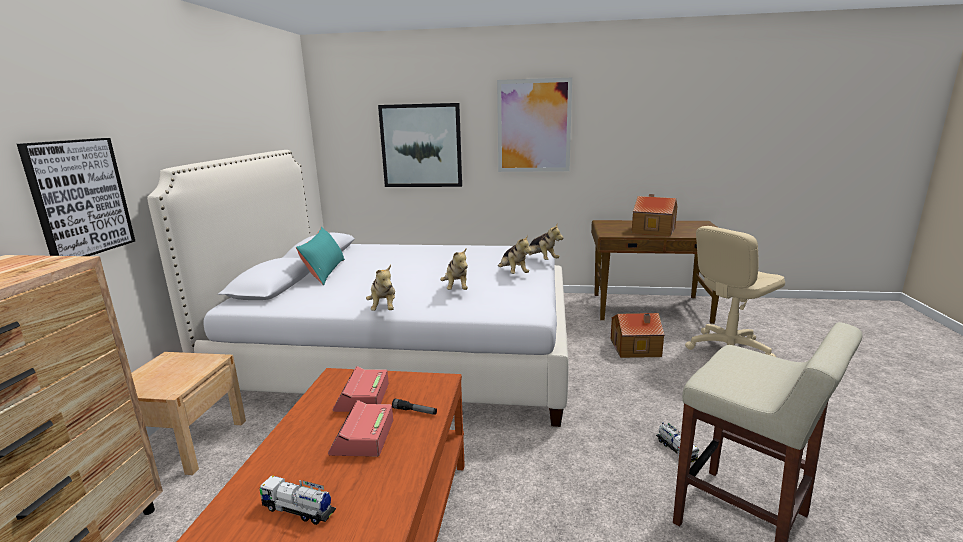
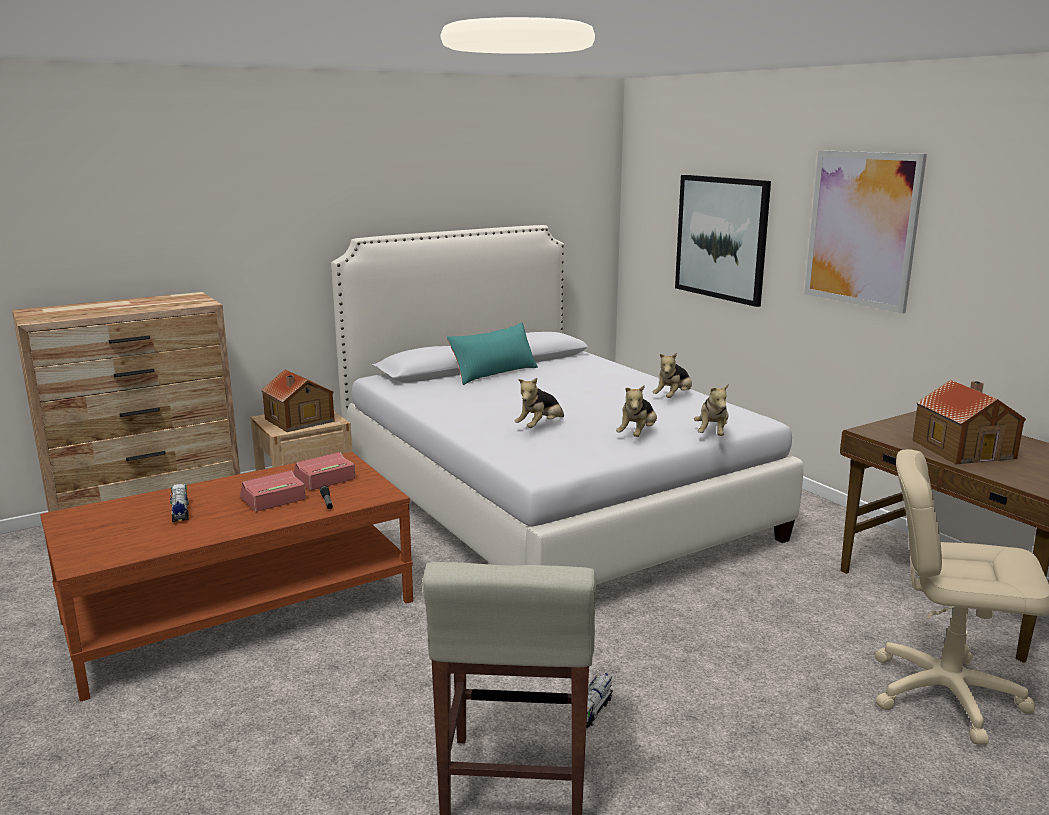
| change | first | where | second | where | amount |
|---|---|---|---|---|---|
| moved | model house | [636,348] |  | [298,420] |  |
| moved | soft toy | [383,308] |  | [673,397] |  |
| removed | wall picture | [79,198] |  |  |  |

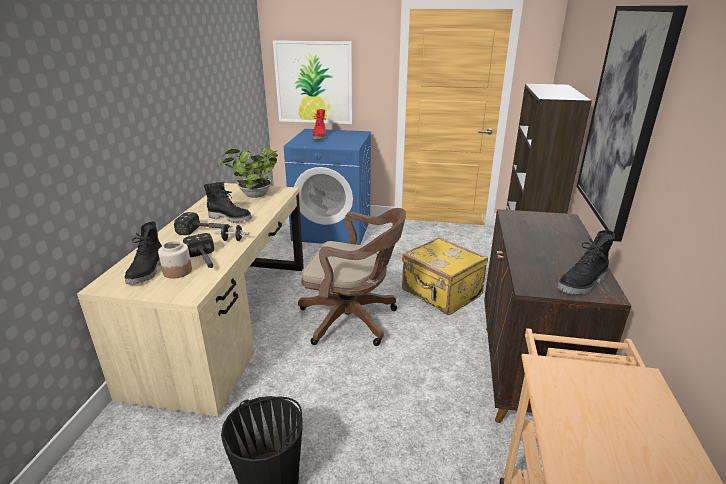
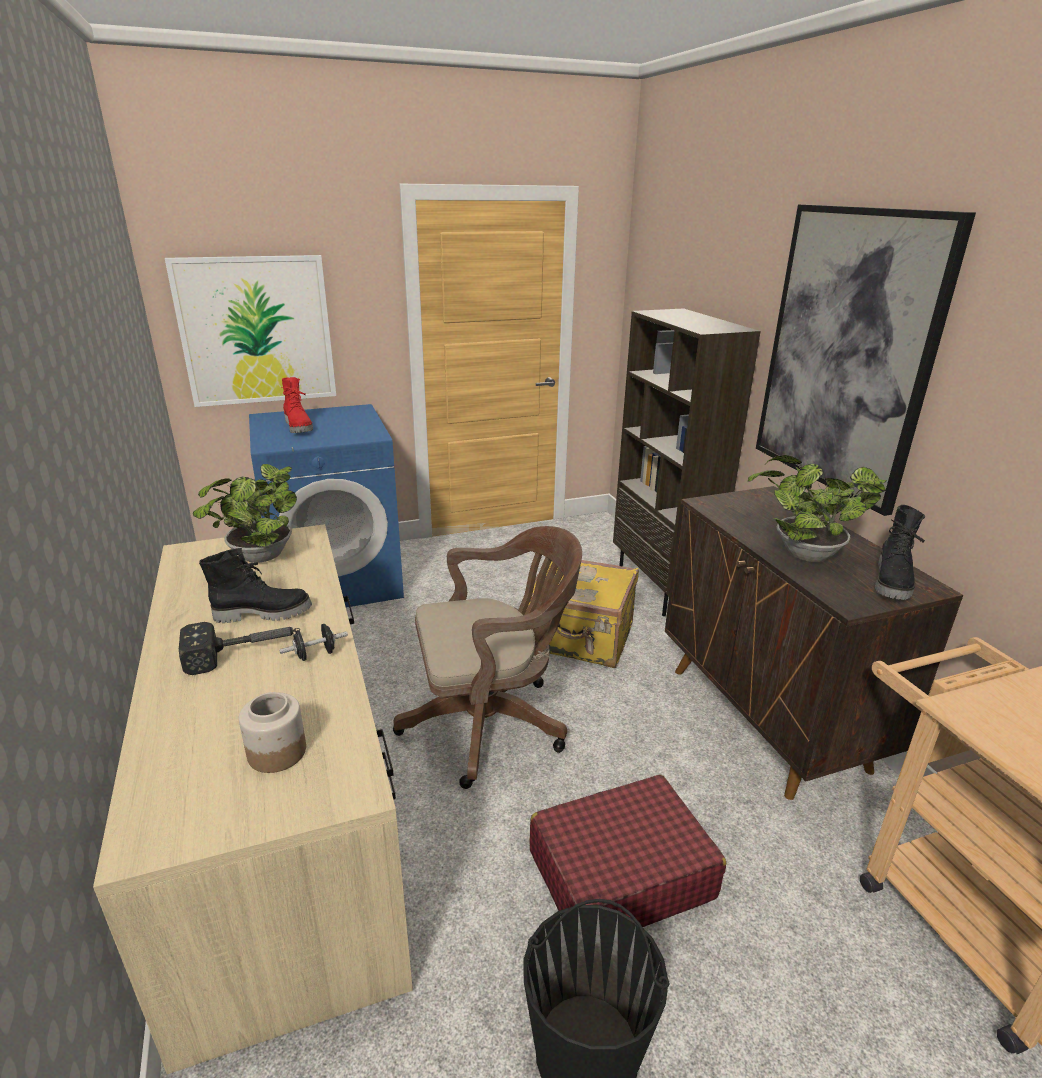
| change | first | where | second | where | amount |
|---|---|---|---|---|---|
| added |  |  | reddish suitcase | [619,874] |  |
| added |  |  | plant in a pot | [802,554] |  |
| removed | black-coloured tall boot | [148,272] |  |  |  |
| removed | hammer | [205,261] |  |  |  |

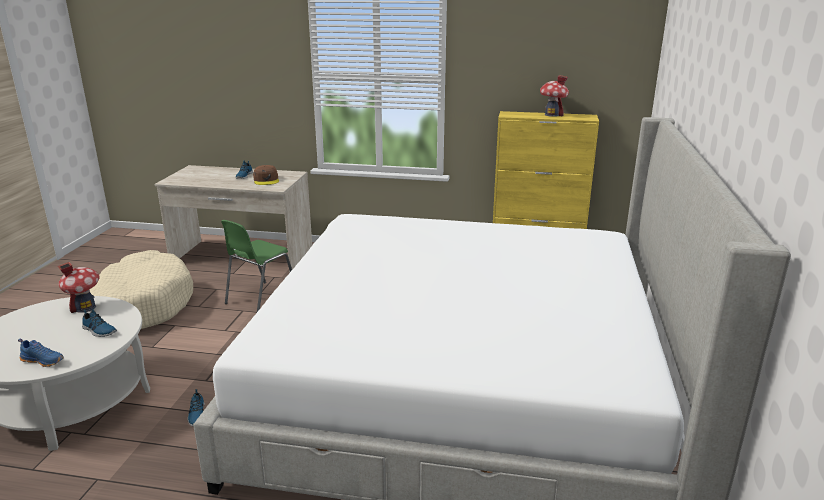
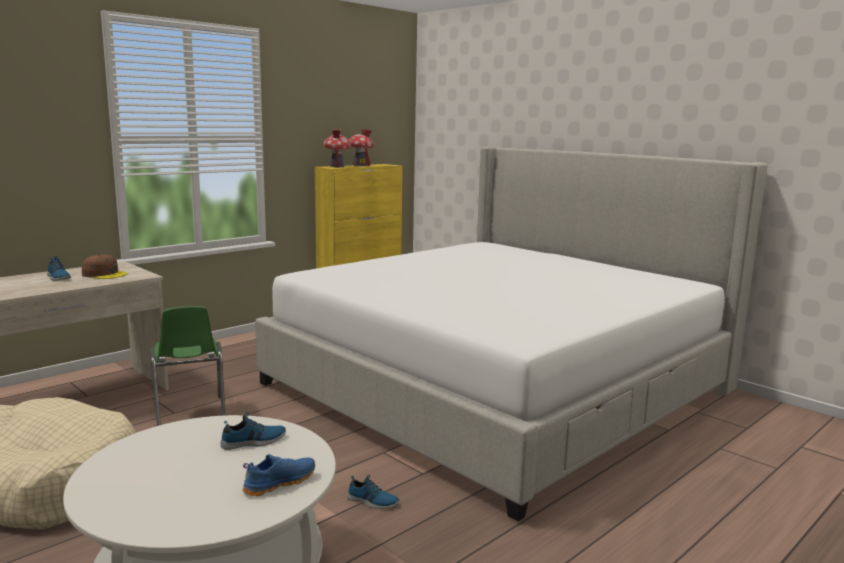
| change | first | where | second | where | amount |
|---|---|---|---|---|---|
| moved | model house | [85,307] |  | [337,166] |  |

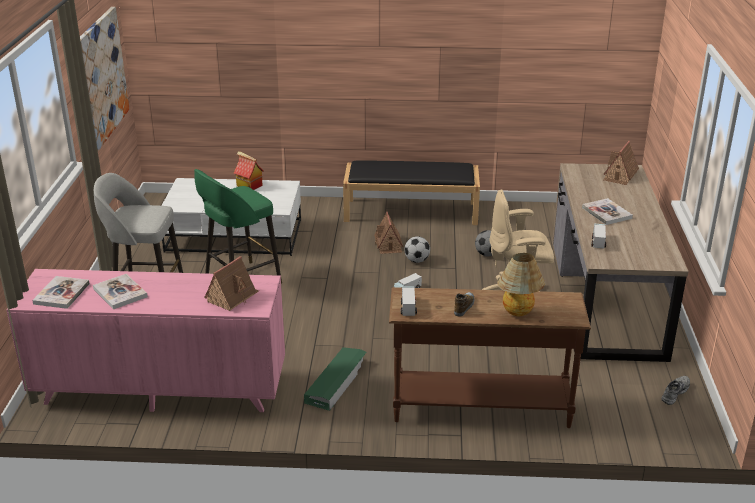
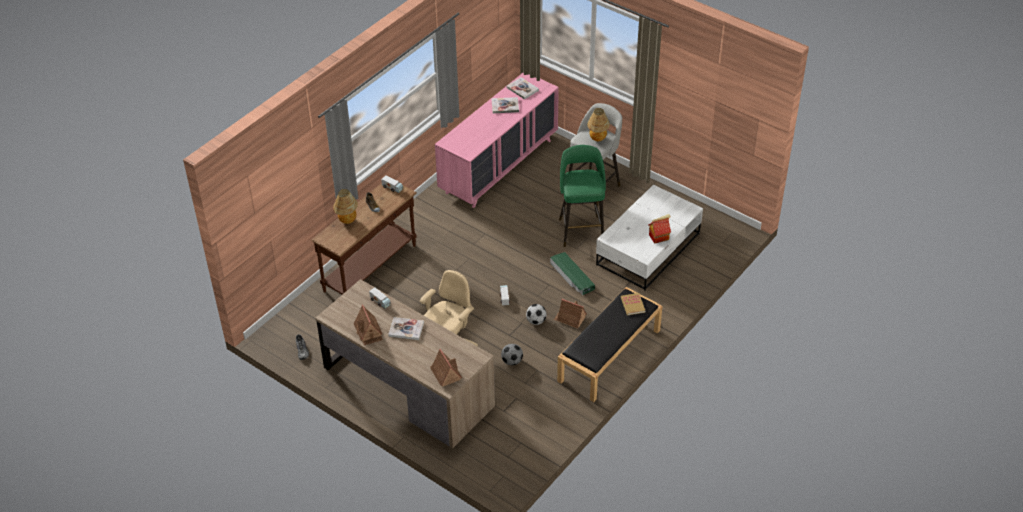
| change | first | where | second | where | amount |
|---|---|---|---|---|---|
| moved | model house | [232,297] |  | [368,332] |  |
| moved | green storage container | [336,382] |  | [572,276] |  |
| added |  |  | lamp for a table | [597,139] |  |
| added |  |  | book | [632,305] |  |
| removed | wall picture | [102,77] |  |  |  |

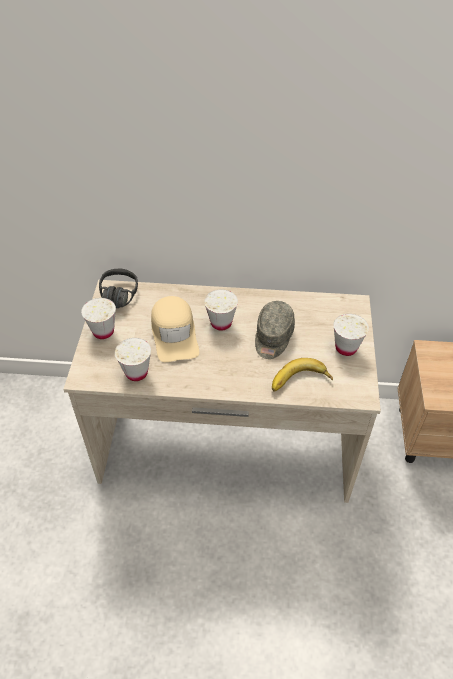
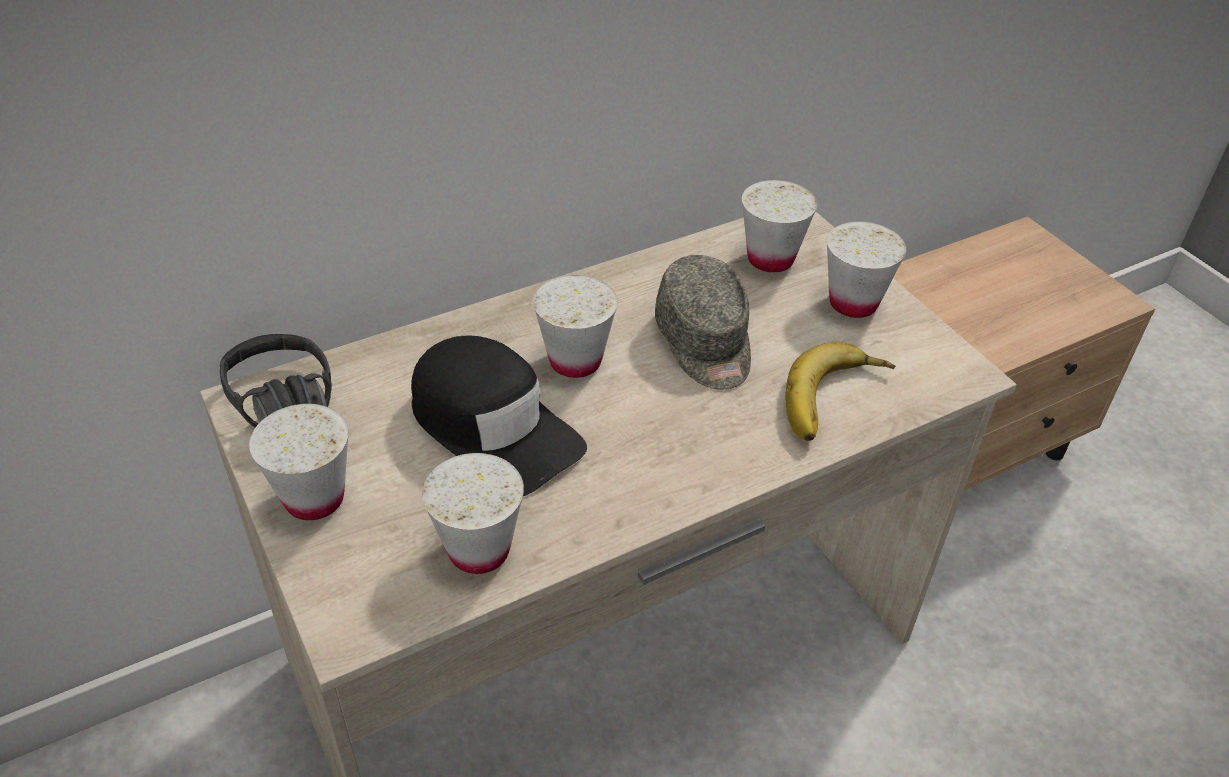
| change | first | where | second | where | amount |
|---|---|---|---|---|---|
| recoloured | beige baseball cap | [174,334] | black-coloured baseball cap | [493,427] |  |
| added |  |  | whitish small cup | [770,259] |  |

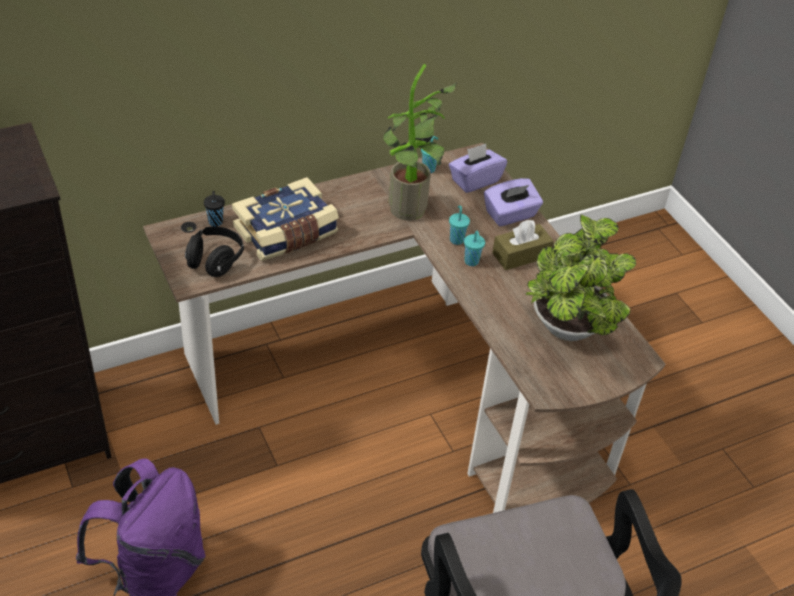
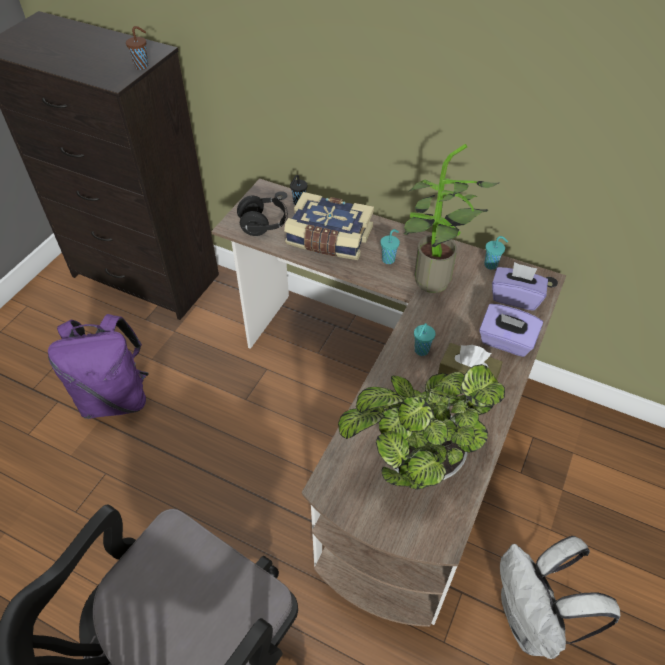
| change | first | where | second | where | amount |
|---|---|---|---|---|---|
| added |  |  | brown small cup | [142,66] |  |
| moved | turquoise small cup | [456,239] |  | [389,259] |  |
| added |  |  | whitish knapsack | [532,622] |  |

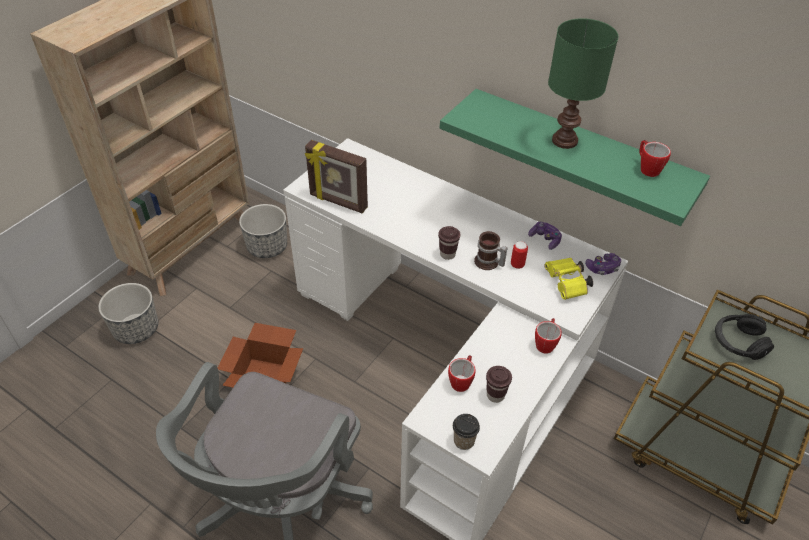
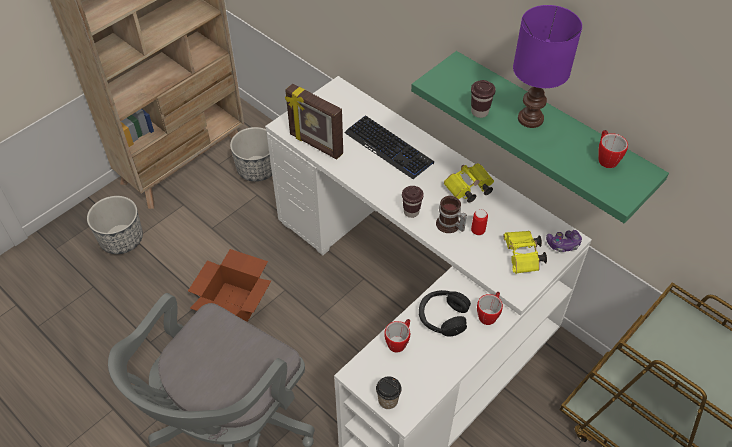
| change | first | where | second | where | amount |
|---|---|---|---|---|---|
| added |  |  | PC keyboard | [389,148] |  |
| moved | black-coloured headset | [738,342] |  | [442,317] |  |
| added |  |  | yellow-coloured pair of binoculars | [468,189] |  |
| moved | brown small cup | [495,395] |  | [479,112] |  |
| recoloured | green lamp for a table | [565,141] | purplish lamp for a table | [531,119] |  |
| removed | joypad | [545,239] |  |  |  |

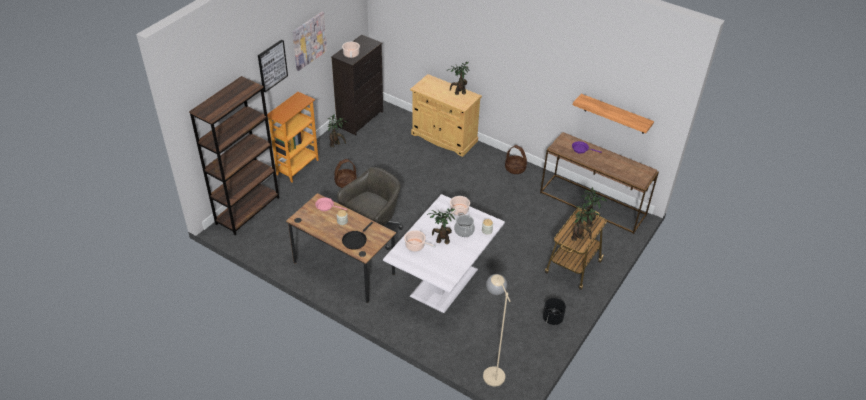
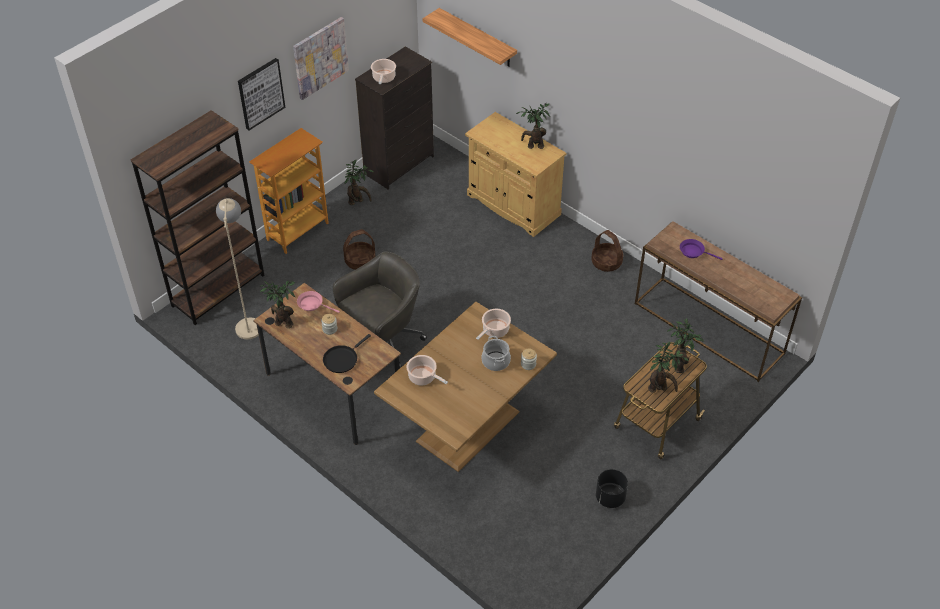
| change | first | where | second | where | amount |
|---|---|---|---|---|---|
| moved | beige standing lamp | [491,370] |  | [248,322] |  |
| moved | plant in a pot | [441,240] |  | [282,322] |  |
| recoloured | whitish kitchen table | [443,282] | brown kitchen table | [466,426] |  |
| moved | bracket shelf | [615,114] |  | [477,38] |  |

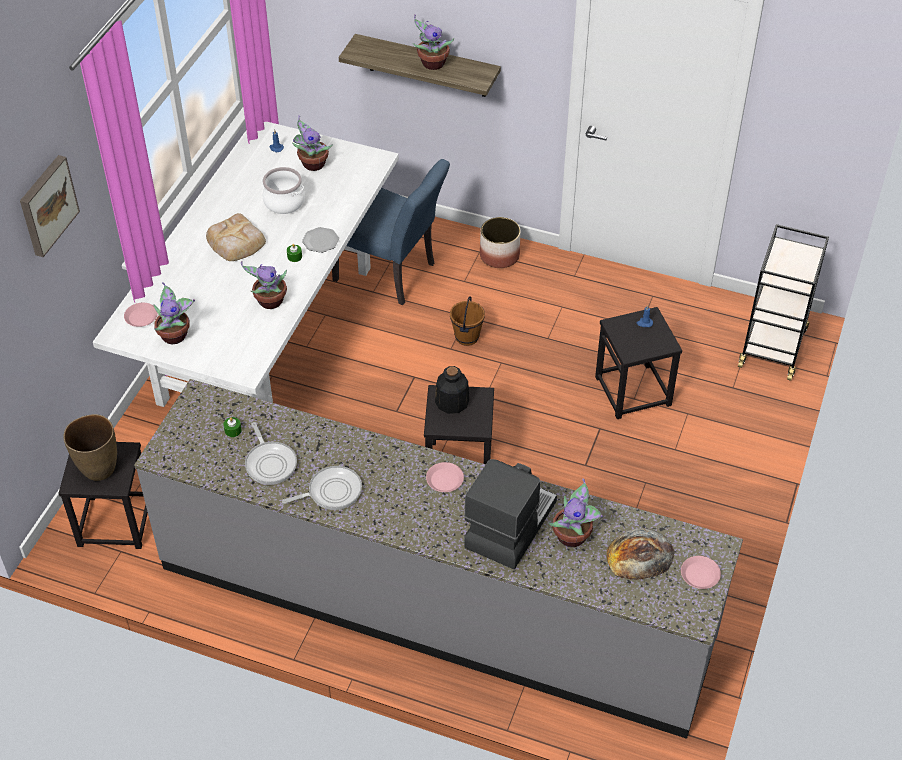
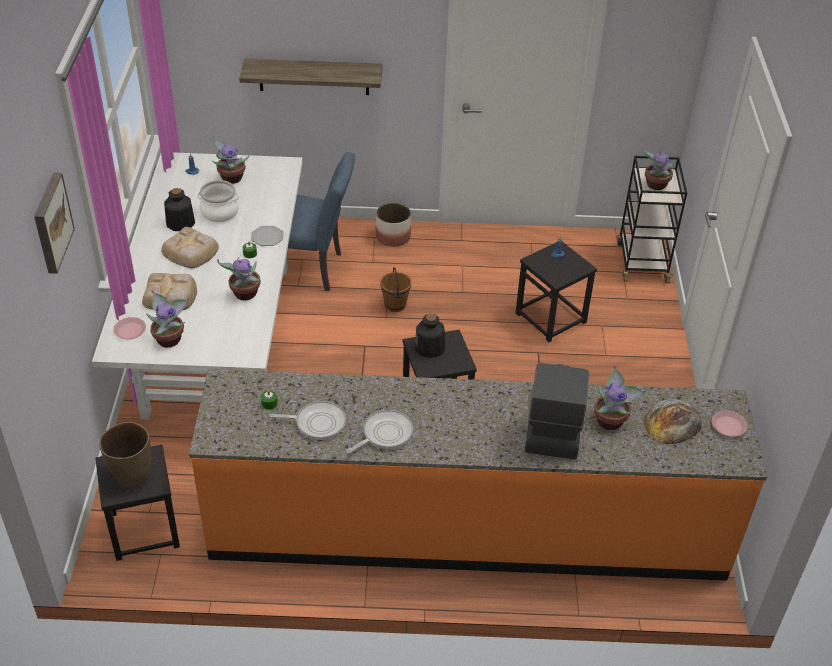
| change | first | where | second | where | amount |
|---|---|---|---|---|---|
| added |  |  | bread | [171,296] |  |
| added |  |  | bottle | [180,223] |  |
| recoloured | greyish kitchen base unit | [433,605] | orange-coloured kitchen base unit | [467,527] |  |
| turned | frying pan | [270,463] |  | [317,423] | 45 degrees counterclockwise |
| moved | plant in a pot | [431,64] |  | [655,185] |  |
| removed | pinkish dinner plate | [444,480] |  |  |  |

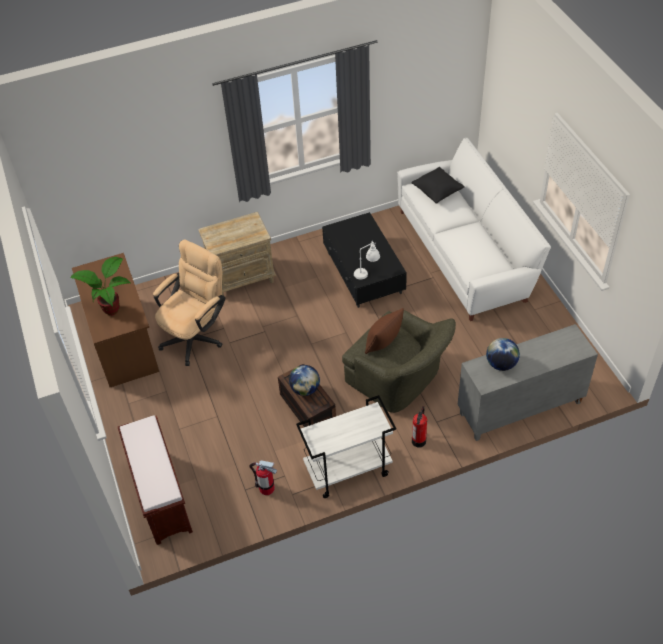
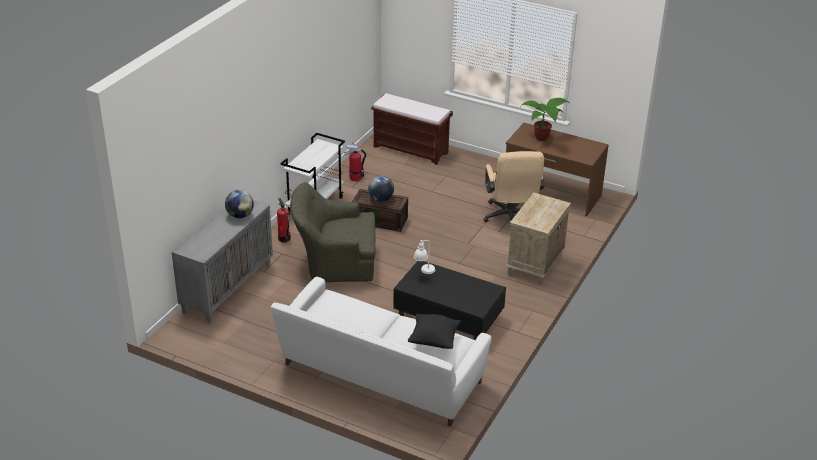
| change | first | where | second | where | amount |
|---|---|---|---|---|---|
| removed | brown cushion | [383,343] |  |  |  |

